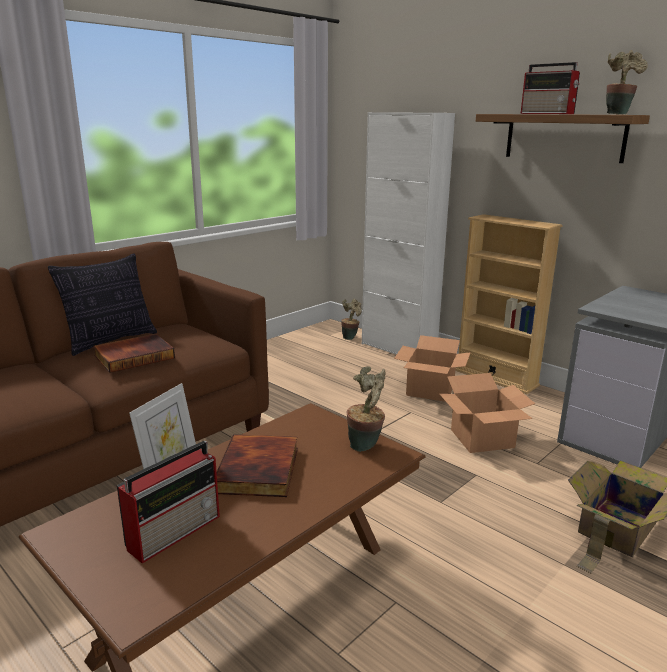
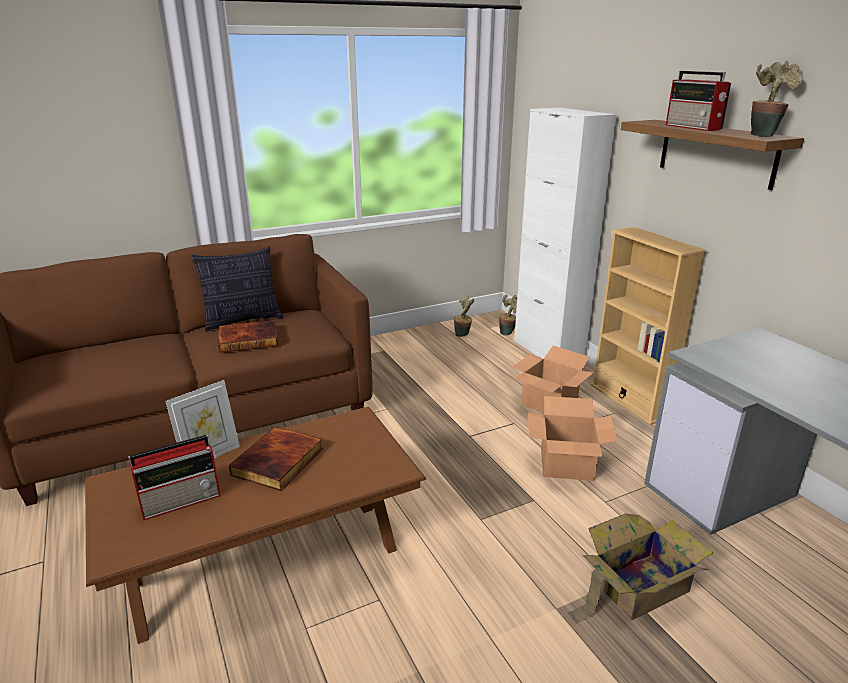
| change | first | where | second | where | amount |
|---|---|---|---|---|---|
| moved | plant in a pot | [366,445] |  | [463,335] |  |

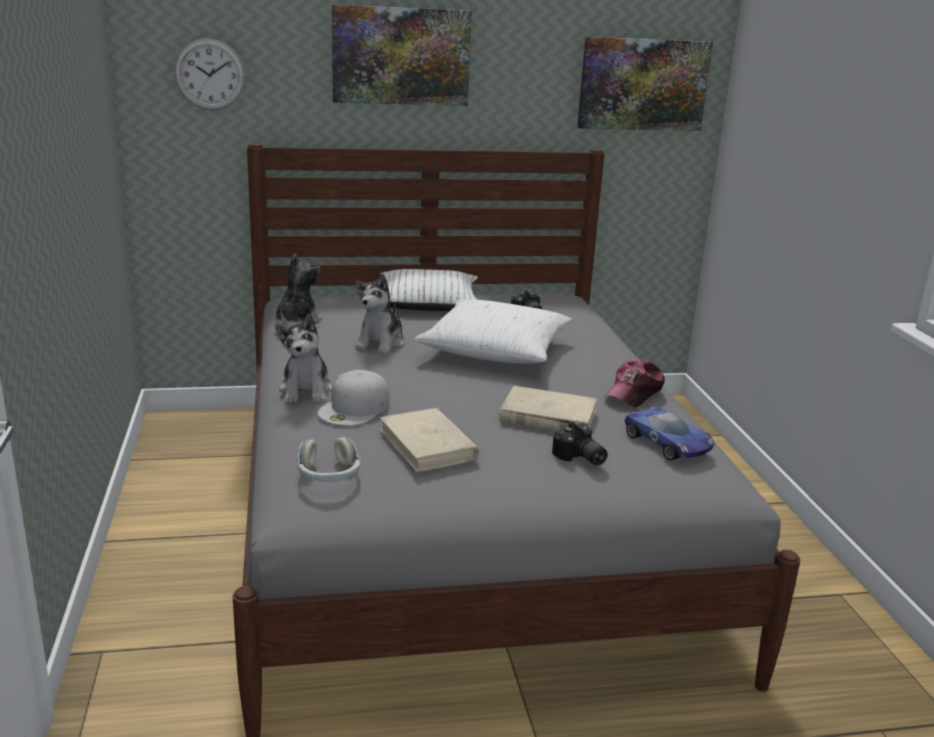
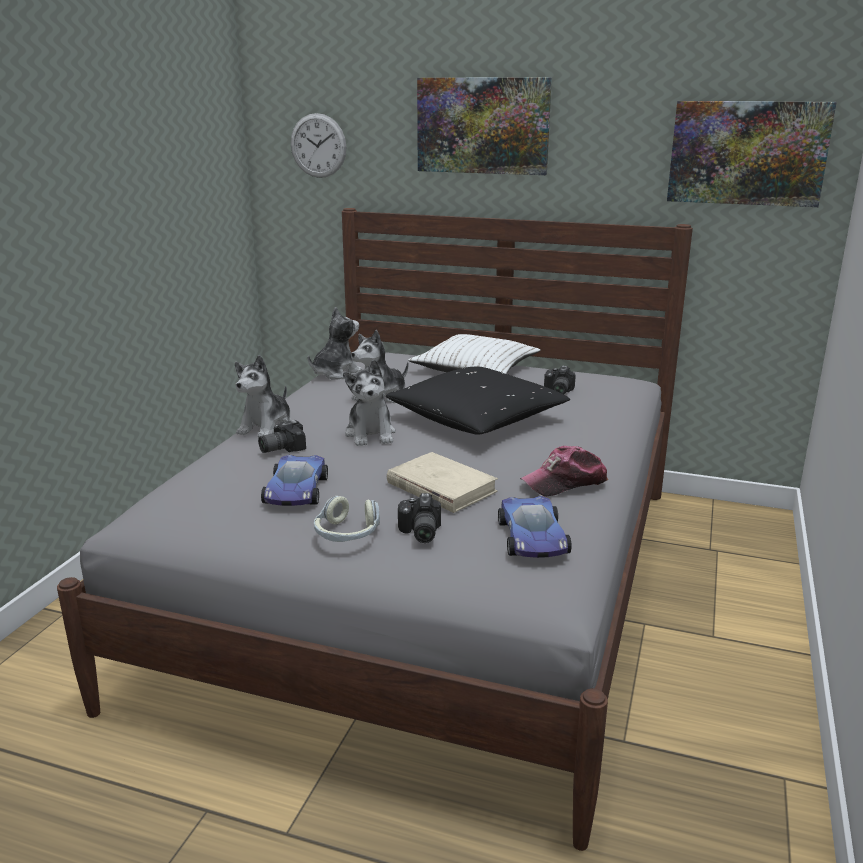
| change | first | where | second | where | amount |
|---|---|---|---|---|---|
| replaced | whitish baseball cap | [355,408] | still camera | [280,448] |  |
| replaced | beige book | [427,445] | model car | [295,491] |  |
| moved | headset | [329,474] |  | [347,534] |  |
| added |  |  | soft toy | [371,434] |  |
| recoloured | whitish cushion | [495,350] | black-coloured cushion | [477,419] |  |

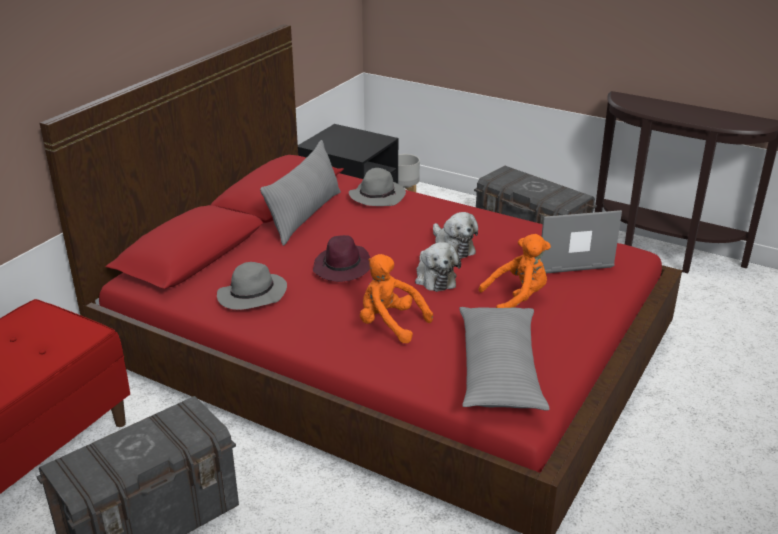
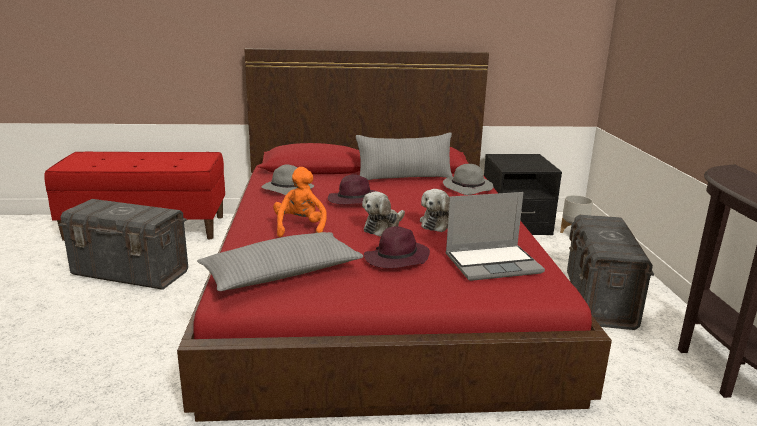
| change | first | where | second | where | amount |
|---|---|---|---|---|---|
| replaced | orange-coloured soft toy | [517,298] | purplish hat | [396,259] |  |
| turned | laptop | [565,258] |  | [493,263] | 120 degrees clockwise |

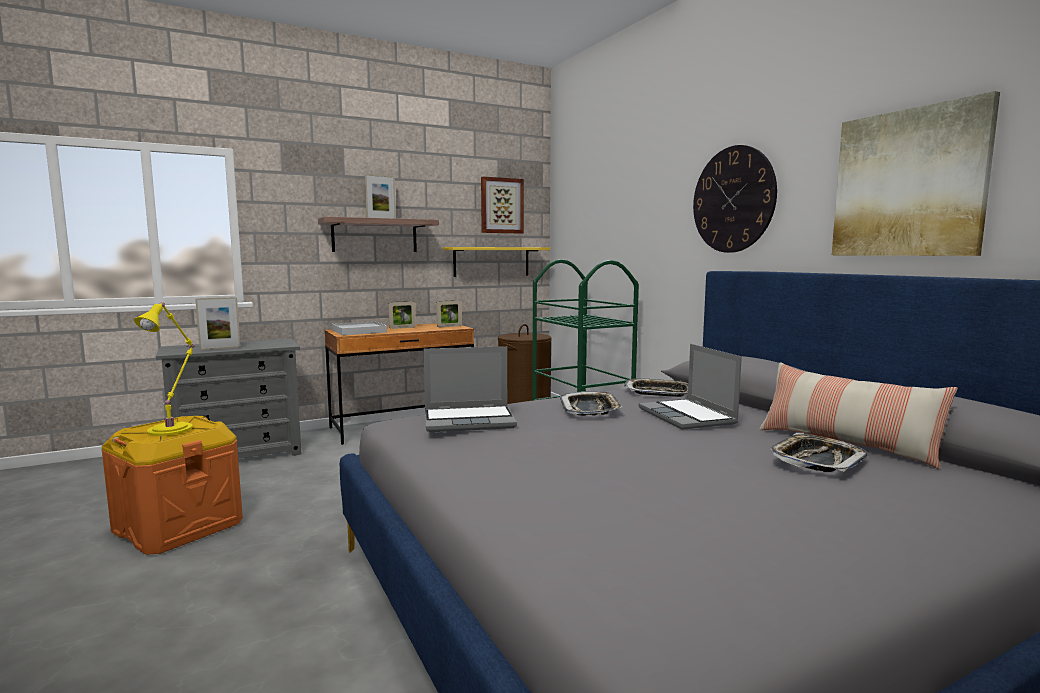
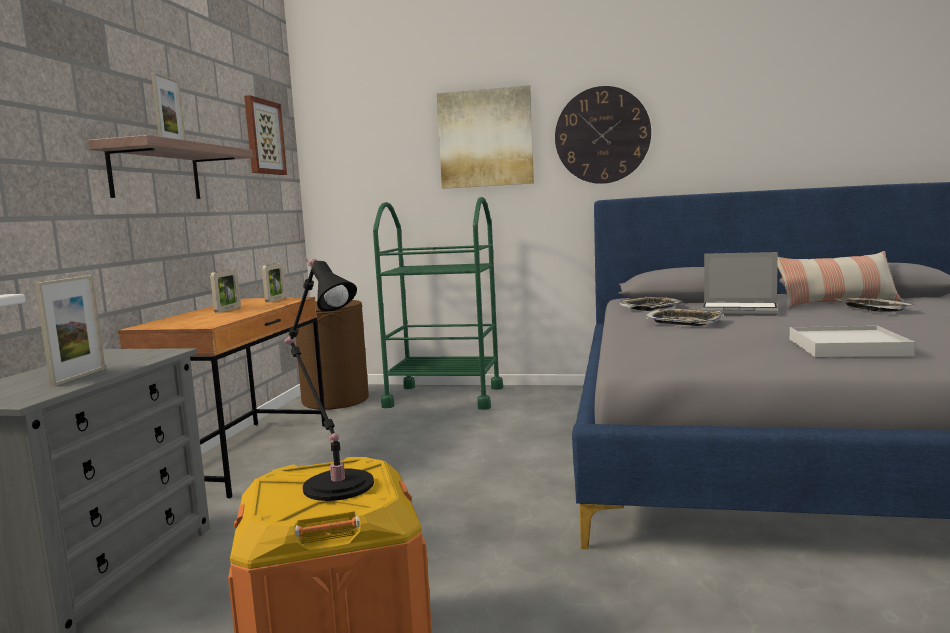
| change | first | where | second | where | amount |
|---|---|---|---|---|---|
| recoloured | yellow-coloured lamp for a table | [173,429] | black-coloured lamp for a table | [335,484] |  |
| moved | wall picture | [908,183] |  | [485,138] |  |
| moved | whitish carrying tray | [359,331] |  | [847,347] |  |
| removed | laptop | [470,420] |  |  |  |
| removed | yellow-coloured bracket shelf | [491,261] |  |  |  |

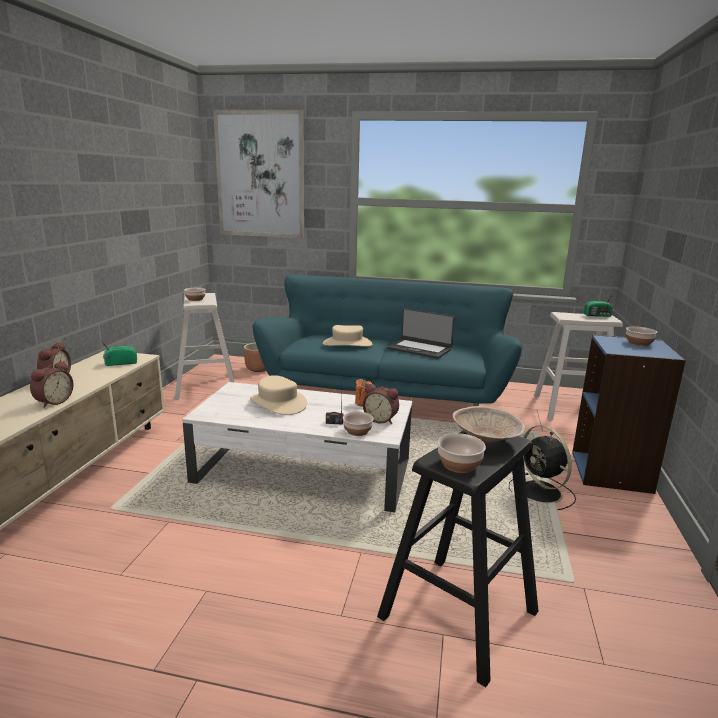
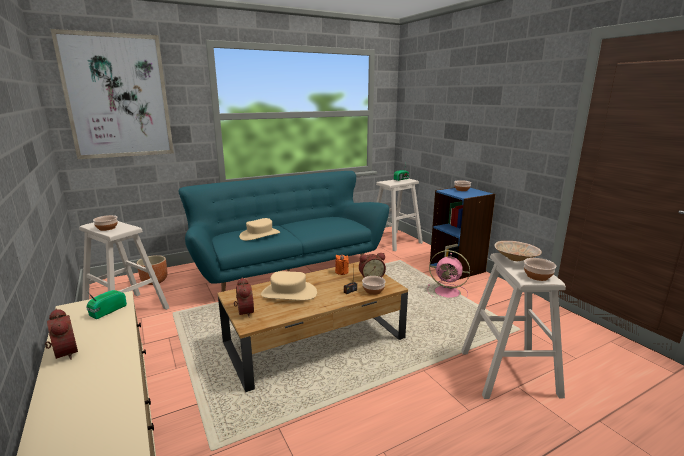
| change | first | where | second | where | amount |
|---|---|---|---|---|---|
| recoloured | whitish low table | [305,471] | brown low table | [315,340] |  |
| moved | bedside clock | [53,402] |  | [243,312] |  |
| recoloured | black-coloured electric fan | [541,493] | pinkish electric fan | [448,292] |  |
| recoloured | black-coloured sitting stool | [458,614] | beige sitting stool | [508,373] |  |
| removed | laptop | [419,349] |  |  |  |

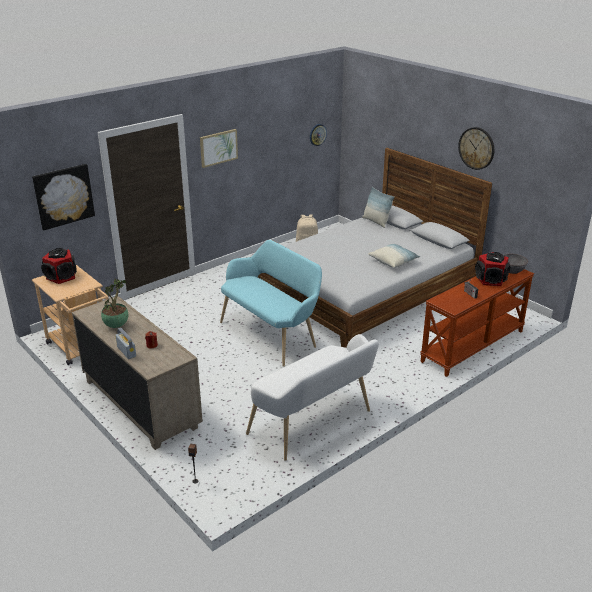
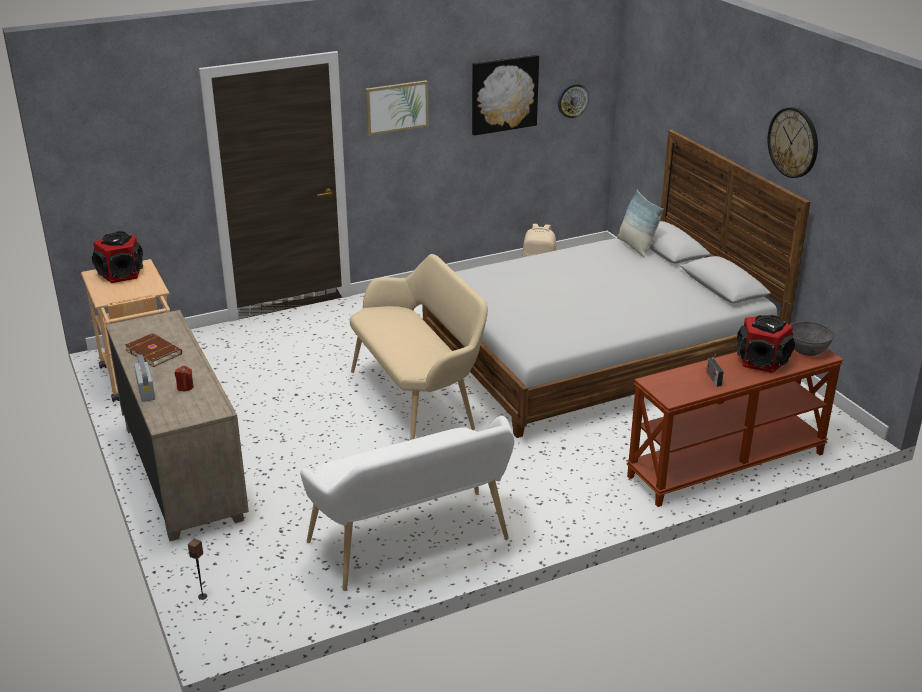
| change | first | where | second | where | amount |
|---|---|---|---|---|---|
| replaced | plant in a pot | [116,325] | brown book | [154,351] |  |
| recoloured | turquoise indoor bench | [272,334] | beige indoor bench | [418,399] |  |
| moved | wall picture | [63,196] |  | [504,94] |  |
| removed | cushion | [393,261] |  |  |  |

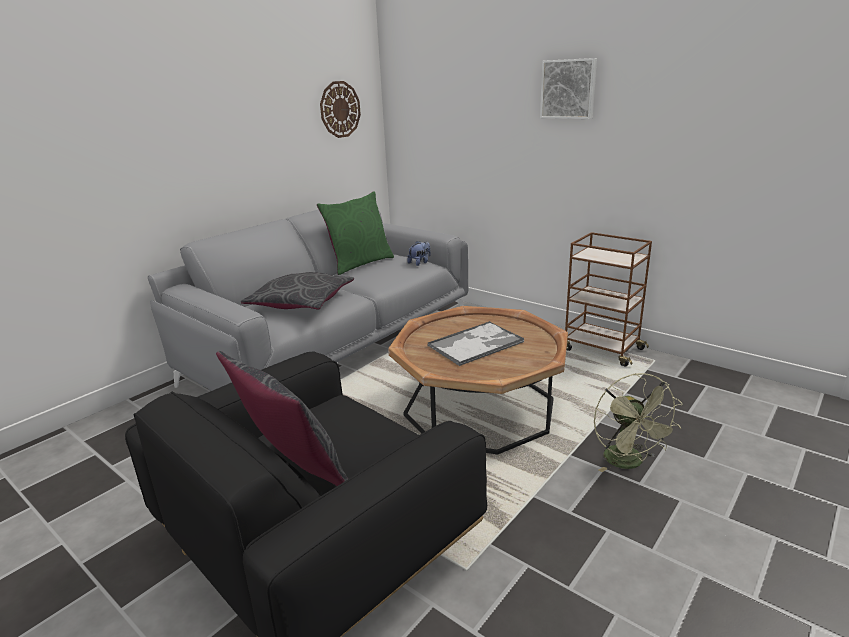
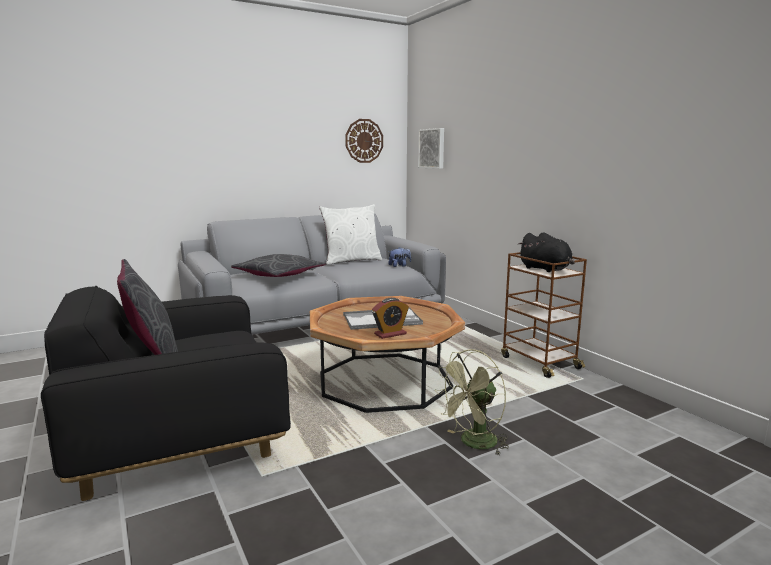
| change | first | where | second | where | amount |
|---|---|---|---|---|---|
| recoloured | green cushion | [359,264] | whitish cushion | [351,261] |  |
| added |  |  | bedside clock | [390,334] |  |
| moved | wall picture | [568,89] |  | [432,148] |  |
| turned | green electric fan | [629,463] |  | [473,444] | 45 degrees clockwise |
| added |  |  | black-coloured soft toy | [546,269] |  |

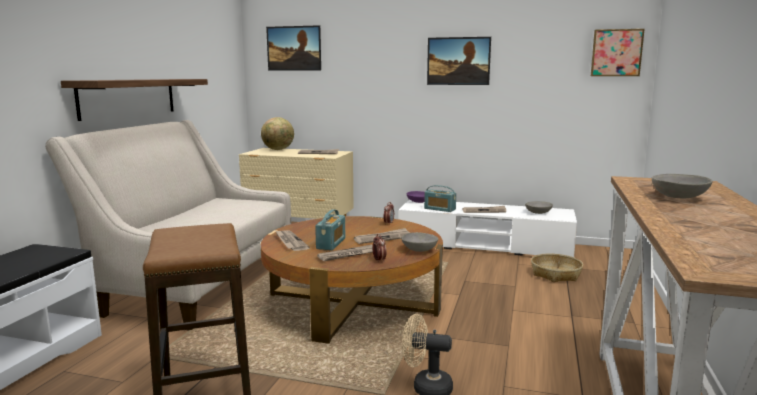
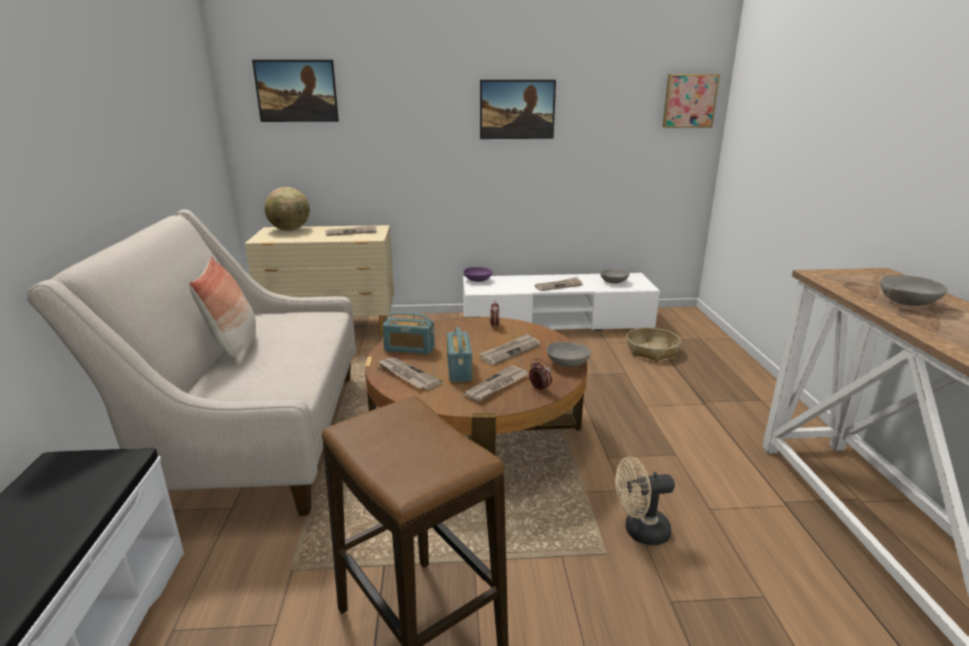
| change | first | where | second | where | amount |
|---|---|---|---|---|---|
| added |  |  | cushion | [235,348] |  |
| moved | radio | [439,209] |  | [409,348] |  |
| removed | bracket shelf | [128,97] |  |  |  |

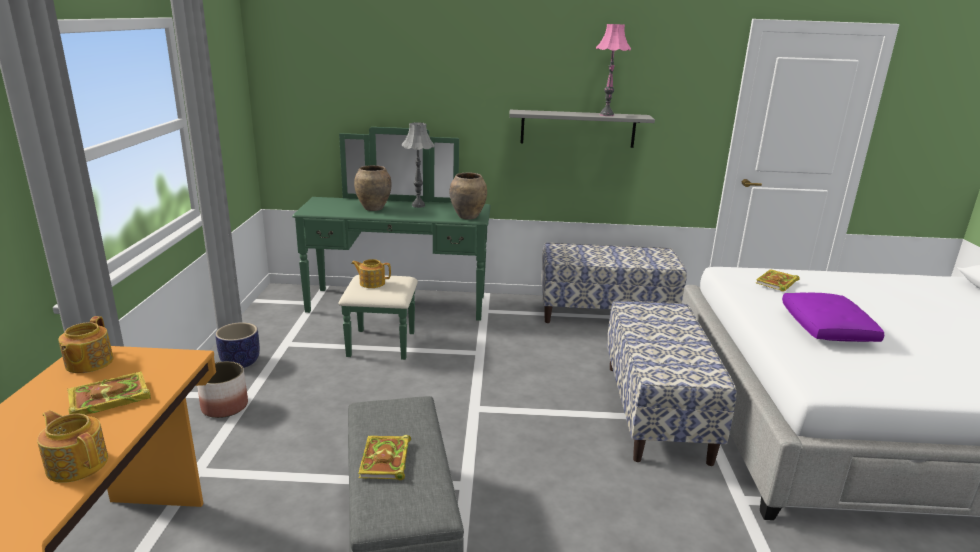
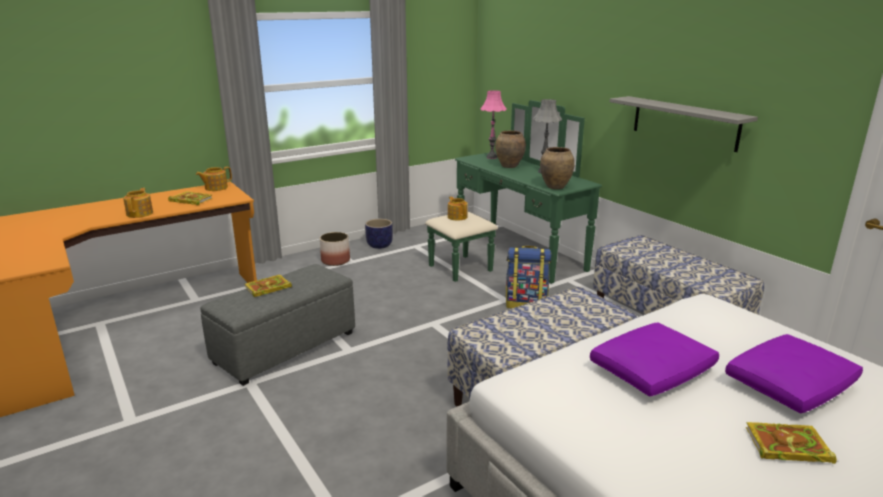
| change | first | where | second | where | amount |
|---|---|---|---|---|---|
| moved | pinkish lamp for a table | [606,115] |  | [492,157] |  |
| added |  |  | knapsack | [526,303] |  |
| added |  |  | purplish cushion | [789,386] |  |
| moved | book | [776,283] |  | [785,446] |  |

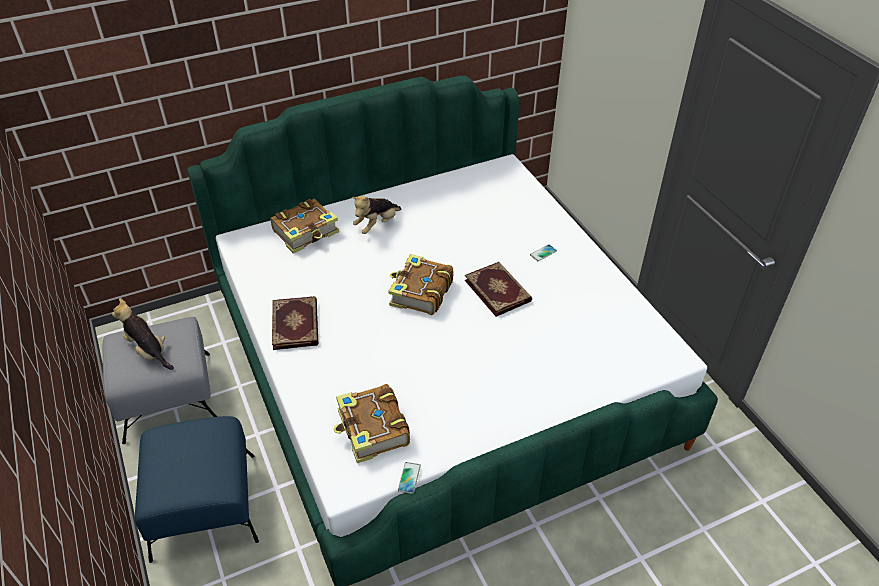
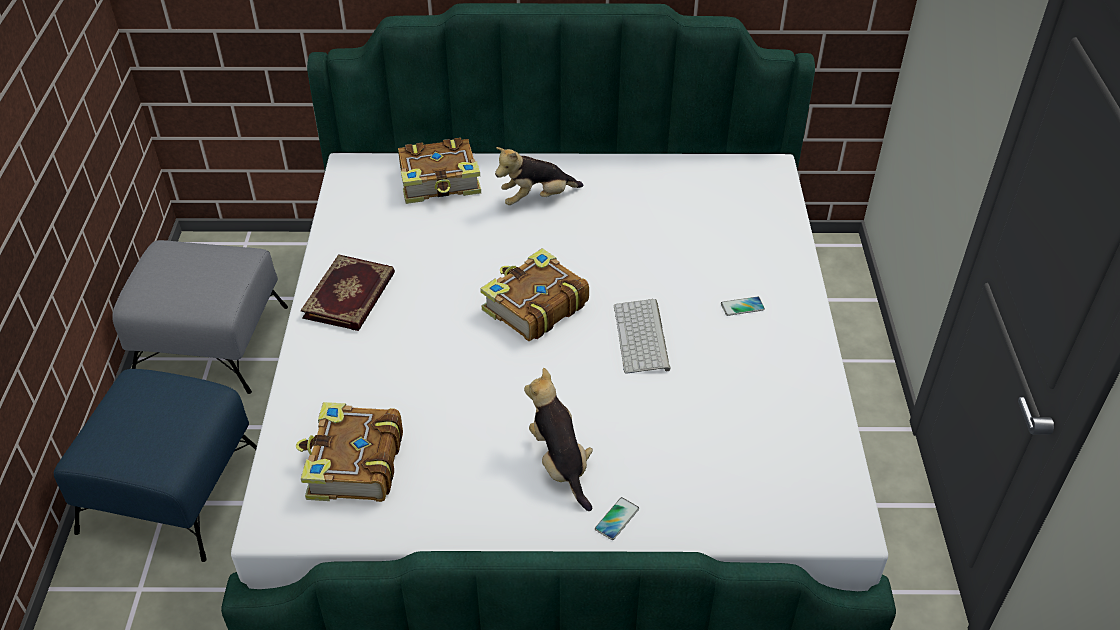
| change | first | where | second | where | amount |
|---|---|---|---|---|---|
| moved | soft toy | [148,351] |  | [560,463] |  |
| moved | telephone | [409,478] |  | [617,519] |  |
| replaced | book | [498,290] | PC keyboard | [643,338] |  |

